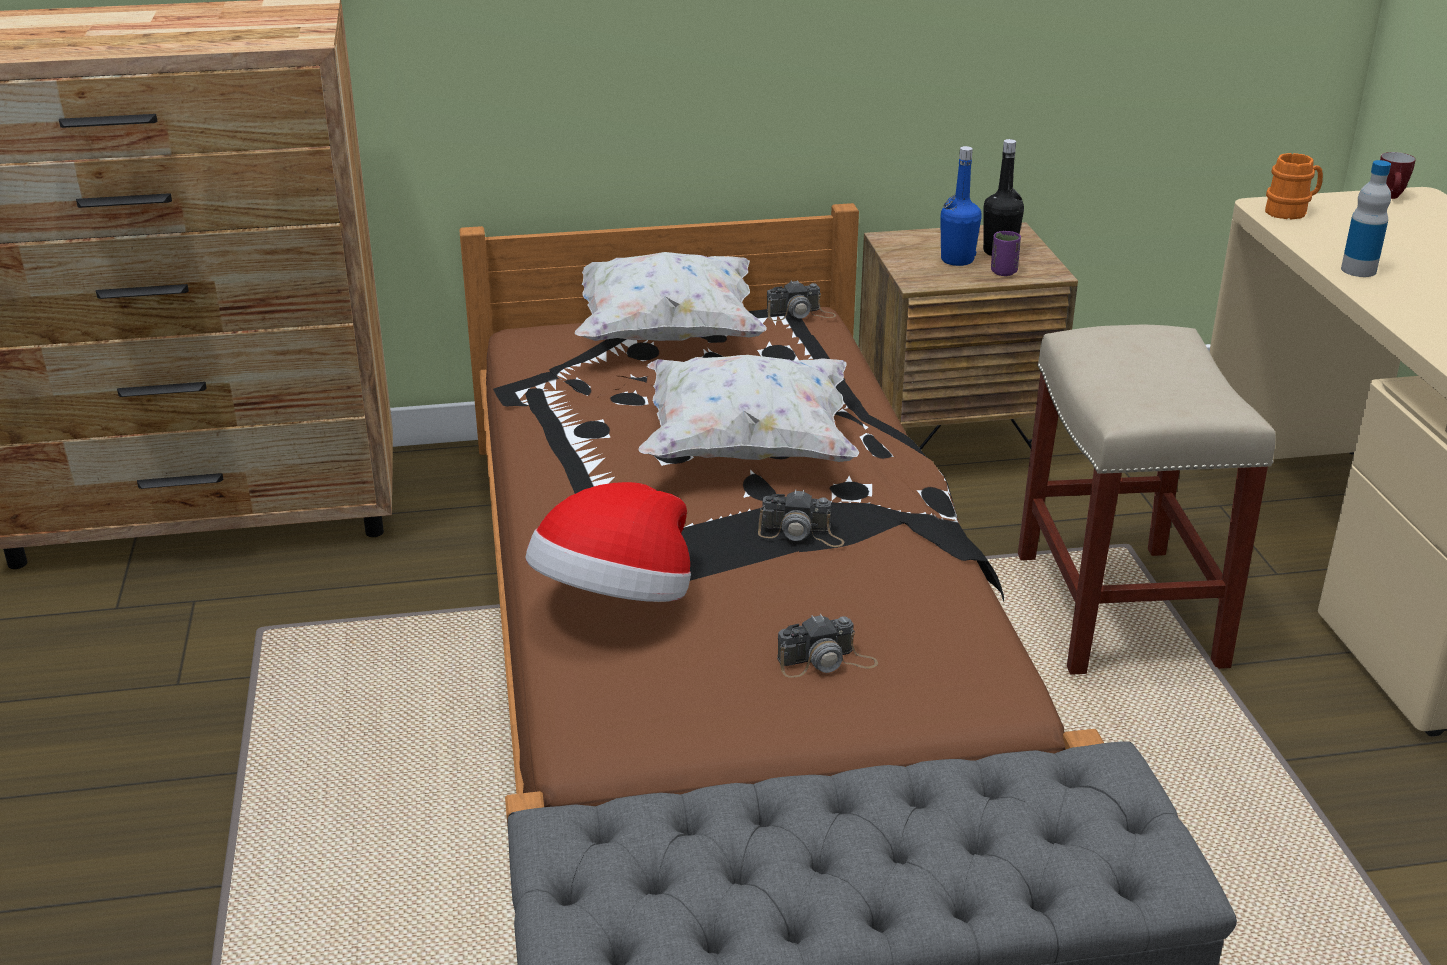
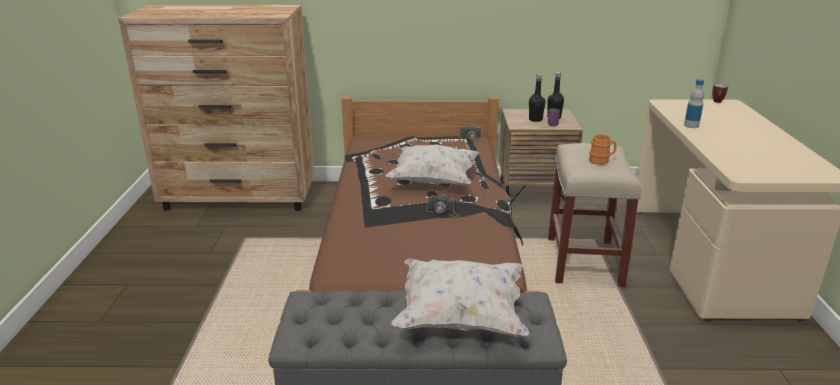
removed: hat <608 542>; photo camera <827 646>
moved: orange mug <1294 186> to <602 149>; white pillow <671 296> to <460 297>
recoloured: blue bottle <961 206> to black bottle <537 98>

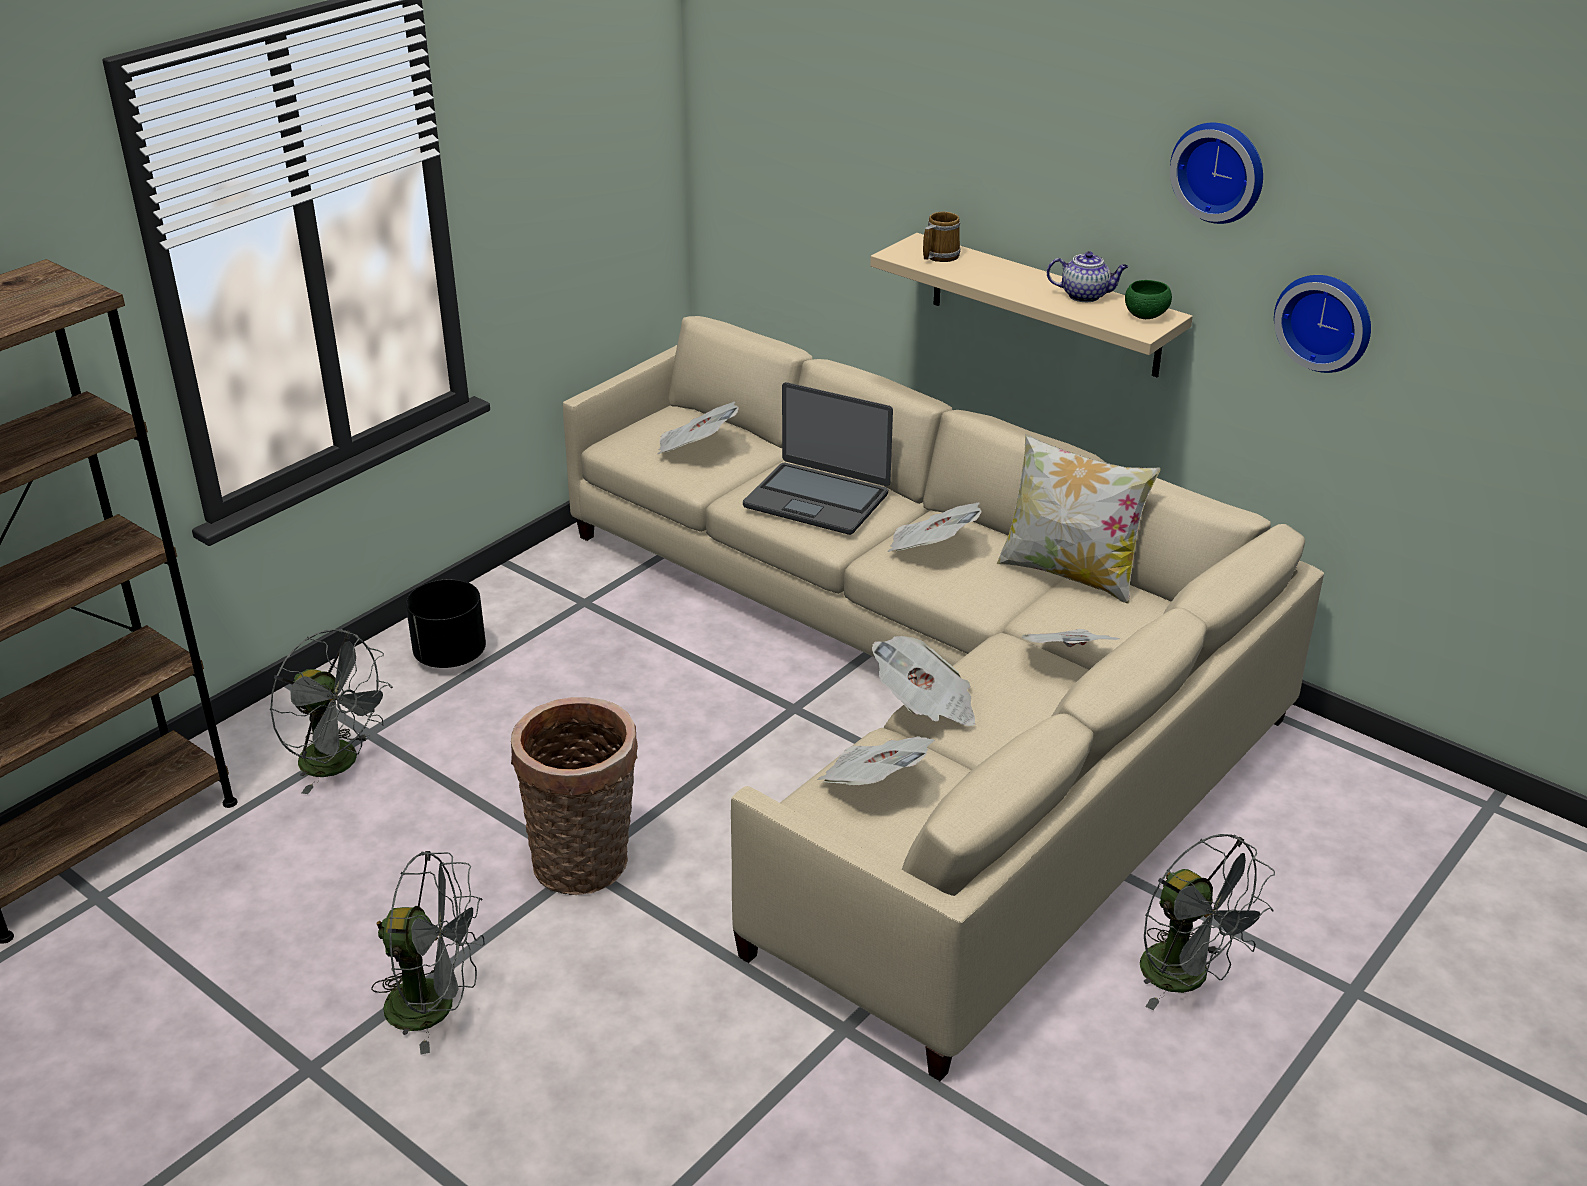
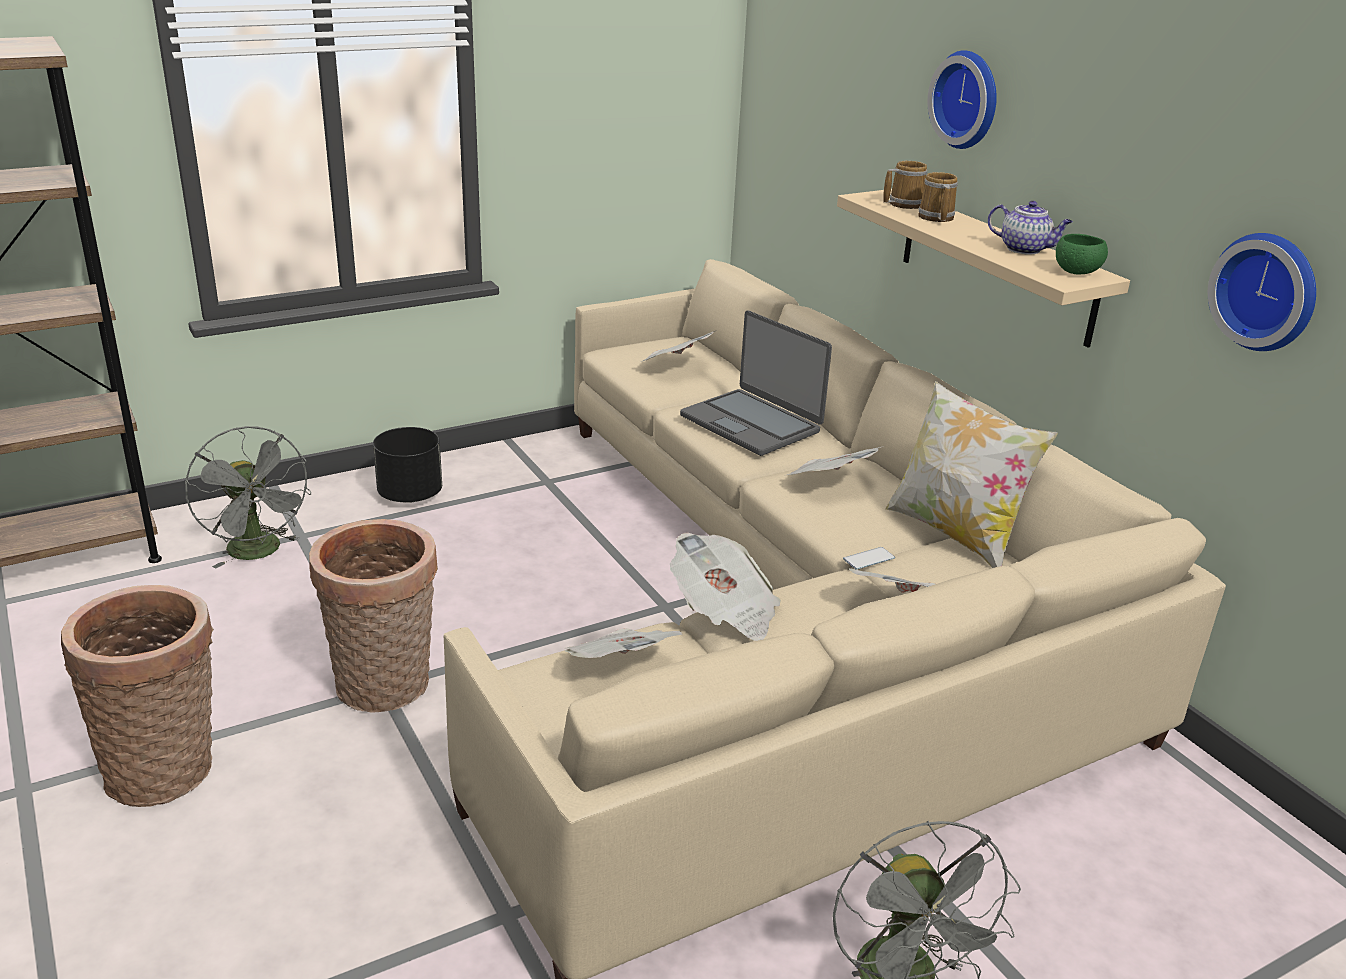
added: mug <938 197>; phone <869 558>
moved: wall clock <1216 173> to <962 99>
replaced: grey fan <428 952> to basket <137 696>

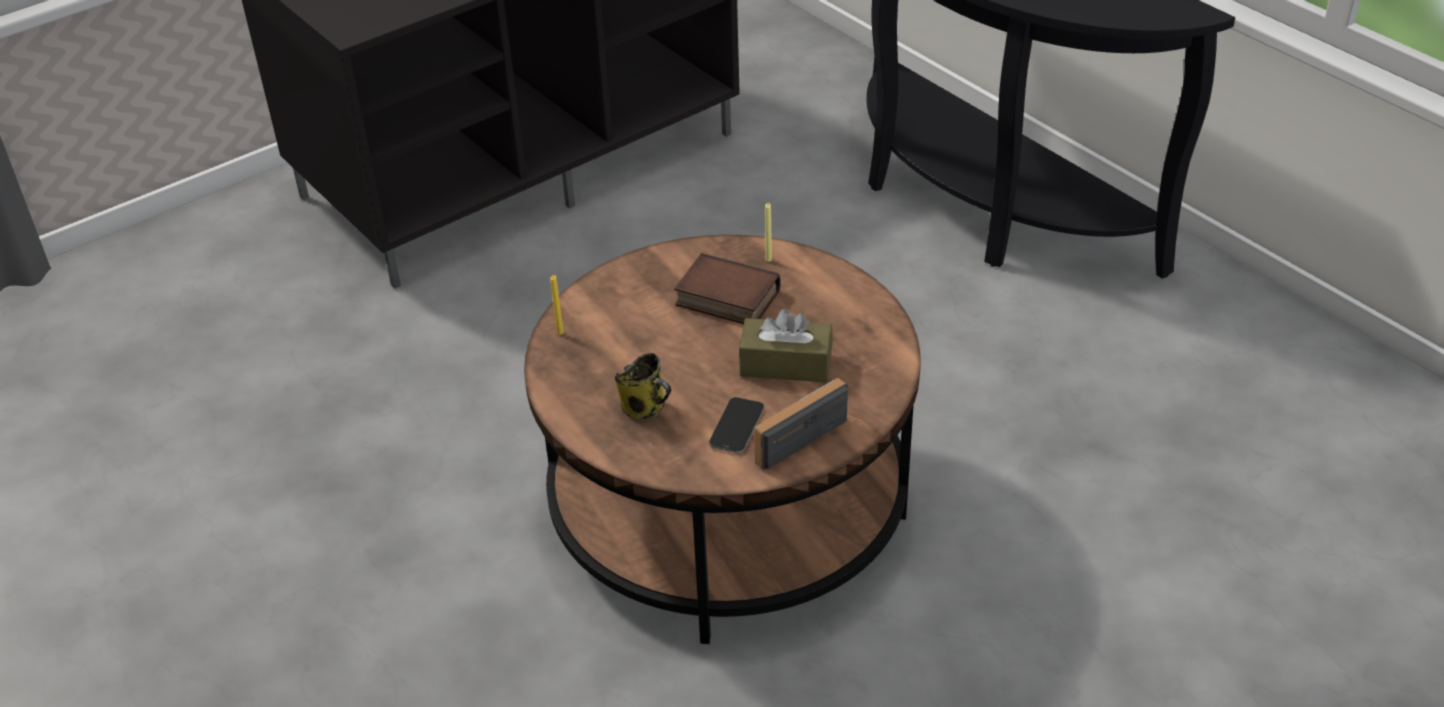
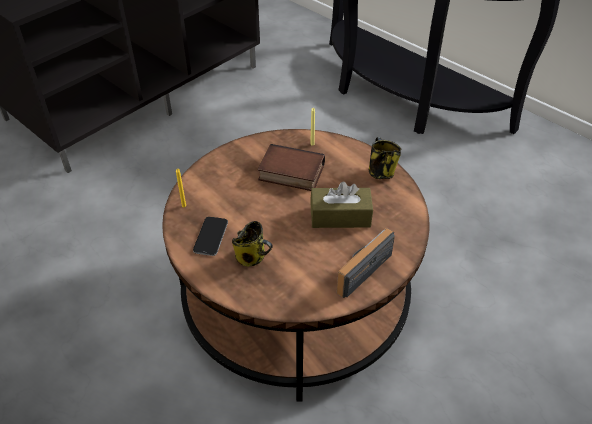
added: mug <385 158>
moved: phone <736 425> to <210 236>

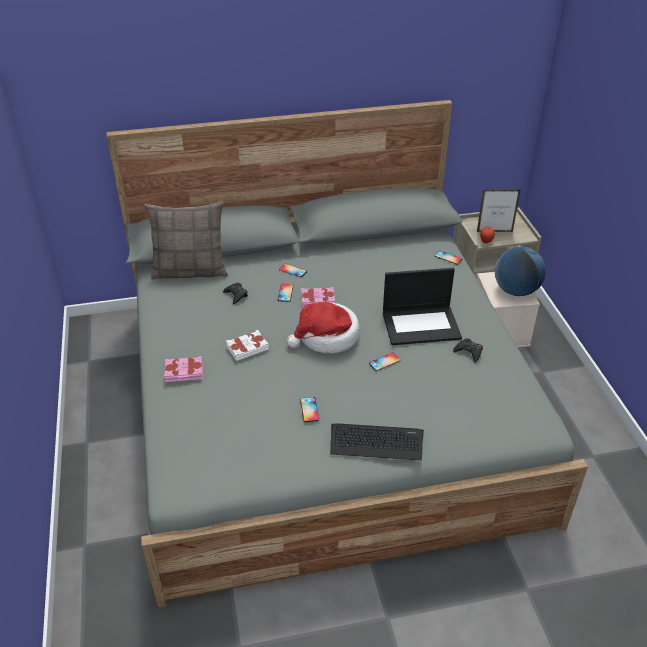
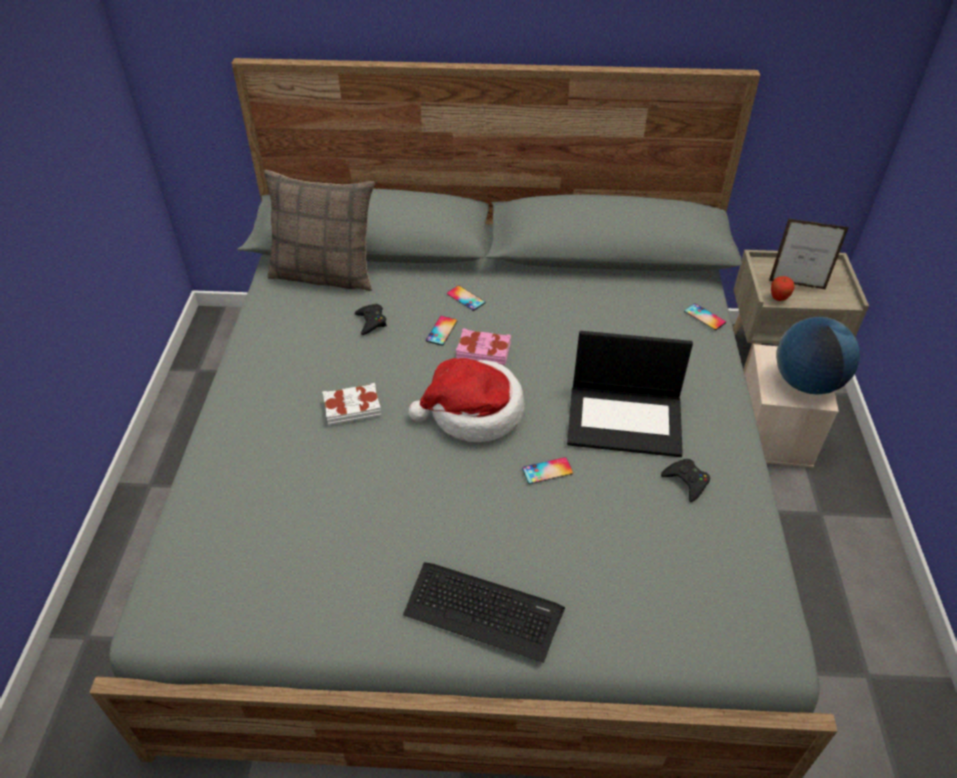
removed: pink book <183 369>; phone <309 409>

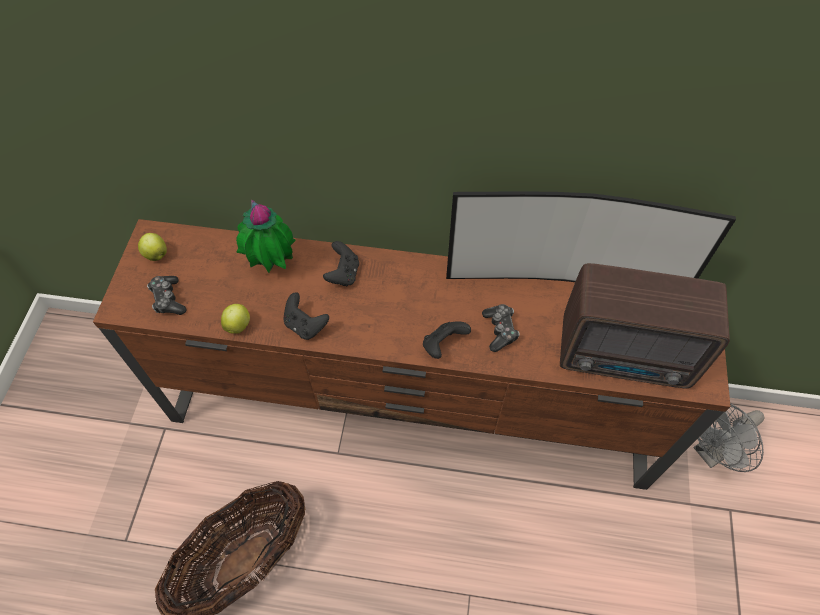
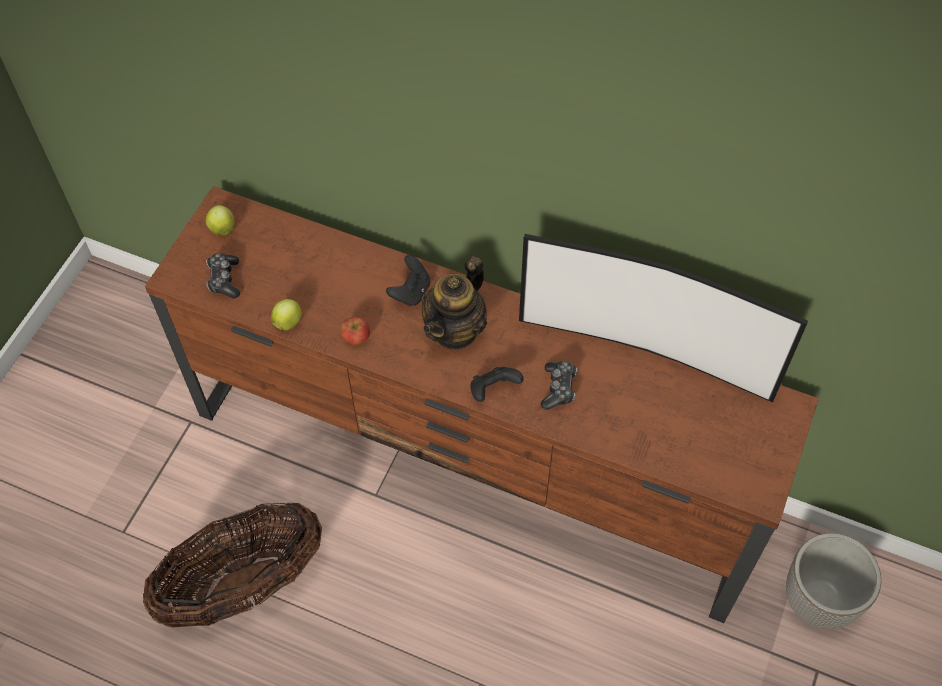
removed: potted plant <266 236>; radio <645 325>
added: teapot <454 303>
replaced: black game controller <306 316> to apple <355 331>; grey fan <729 437> to planter <833 581>

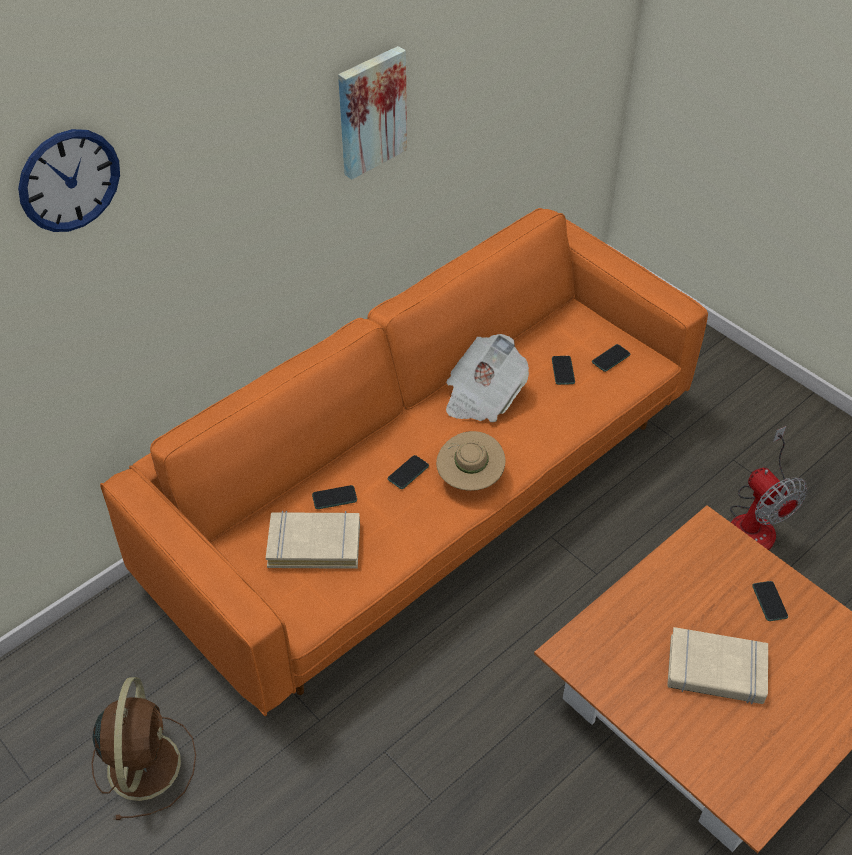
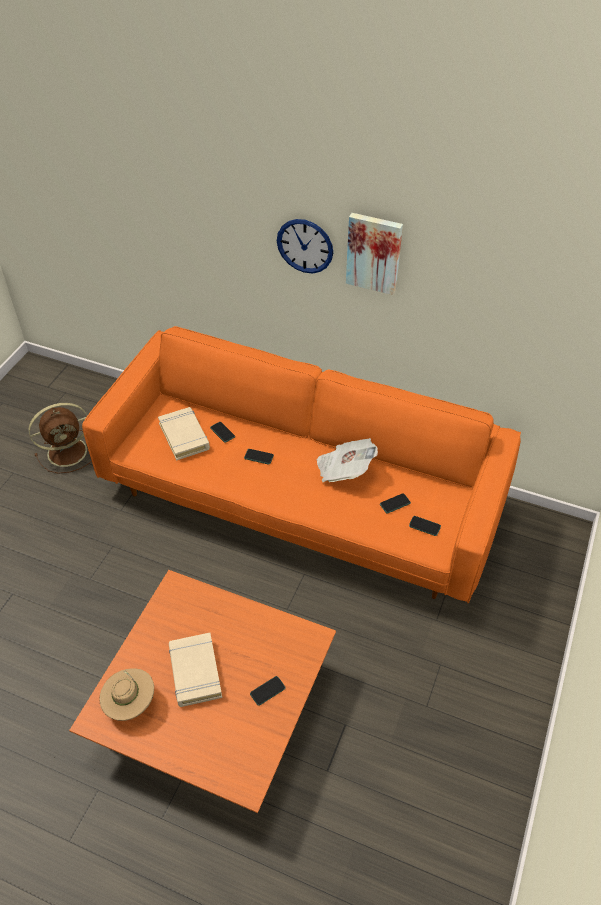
removed: fan <768 488>
moved: wall clock <69 180> to <305 246>; beige hat <470 461> to <126 694>

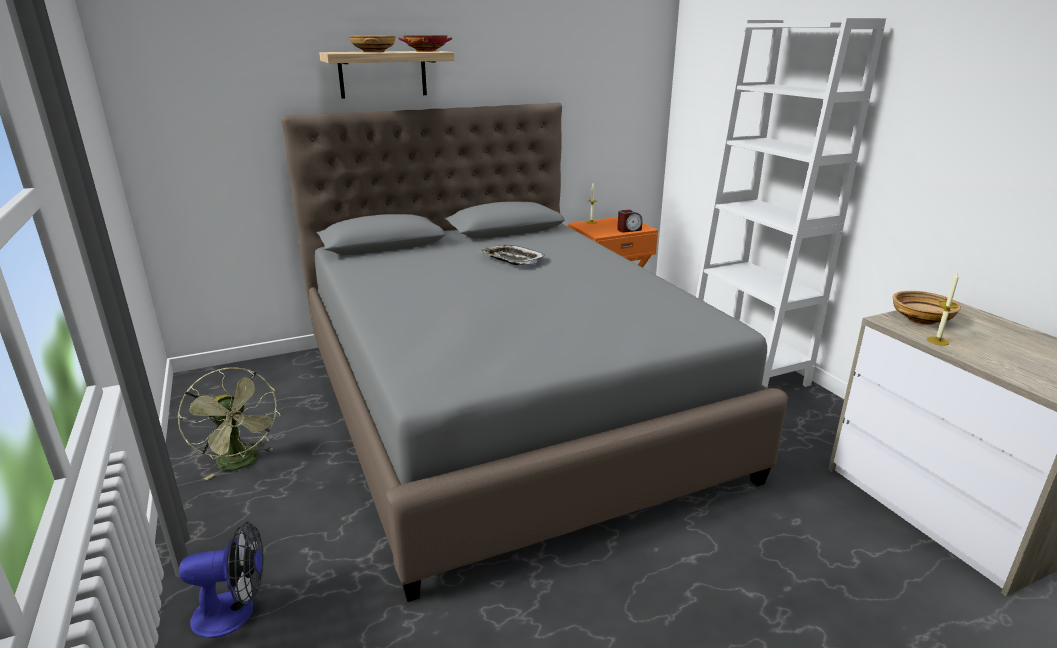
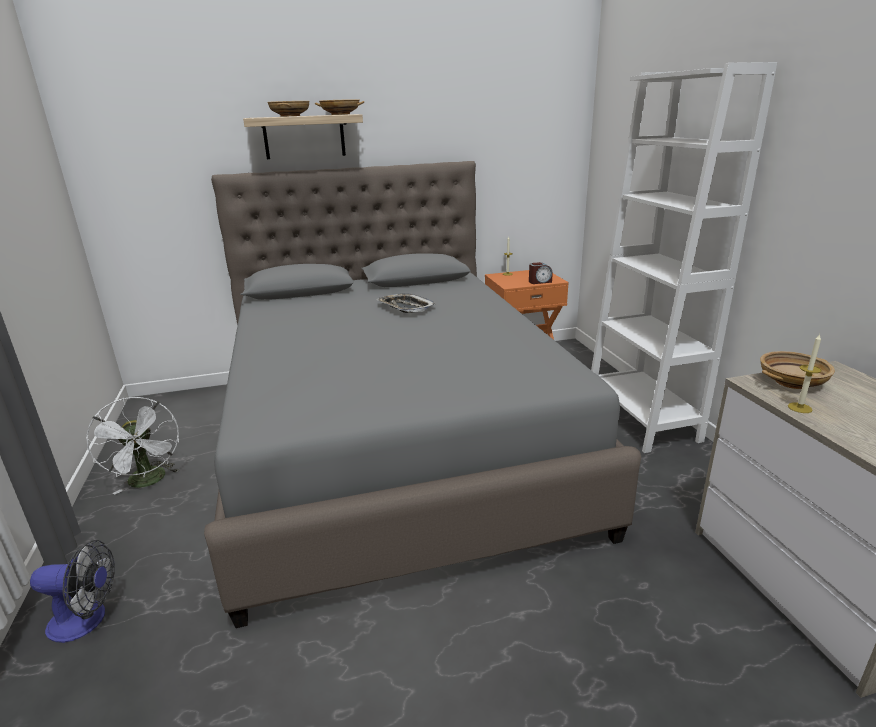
recoloured: red bowl <425 43> to beige bowl <339 107>; green fan <228 423> to white fan <133 446>

